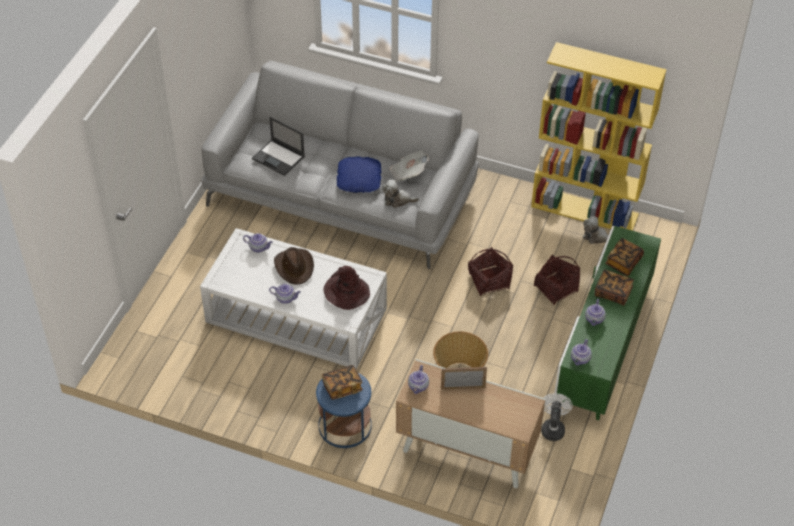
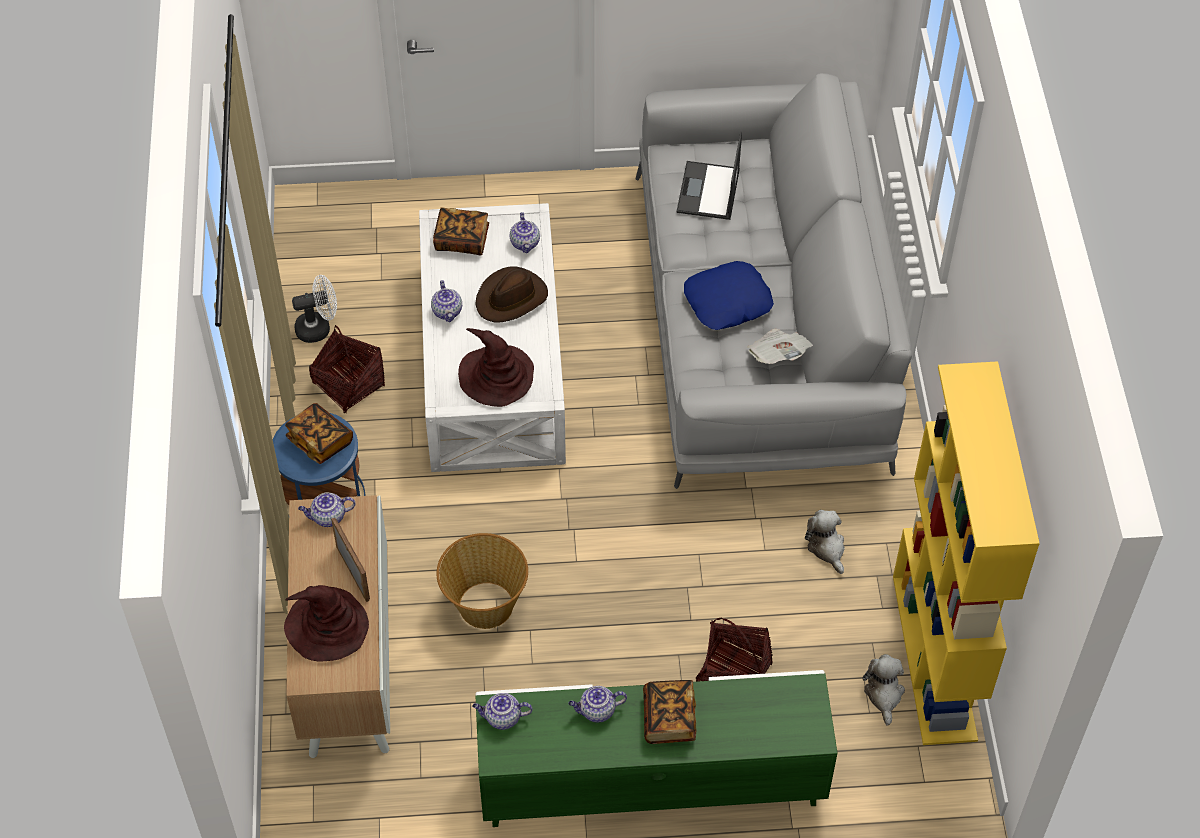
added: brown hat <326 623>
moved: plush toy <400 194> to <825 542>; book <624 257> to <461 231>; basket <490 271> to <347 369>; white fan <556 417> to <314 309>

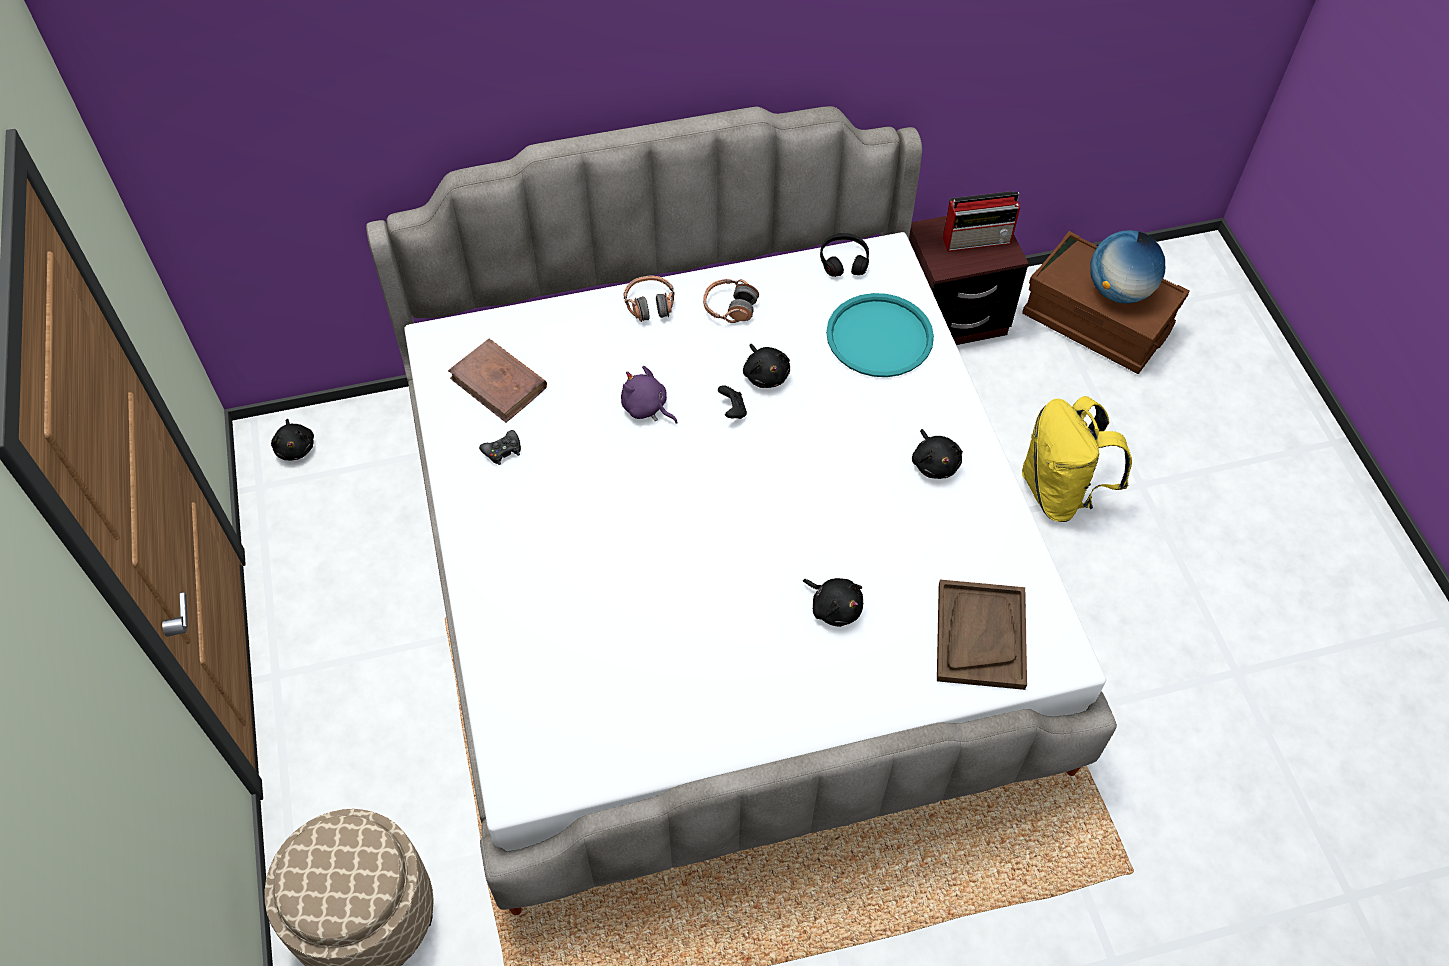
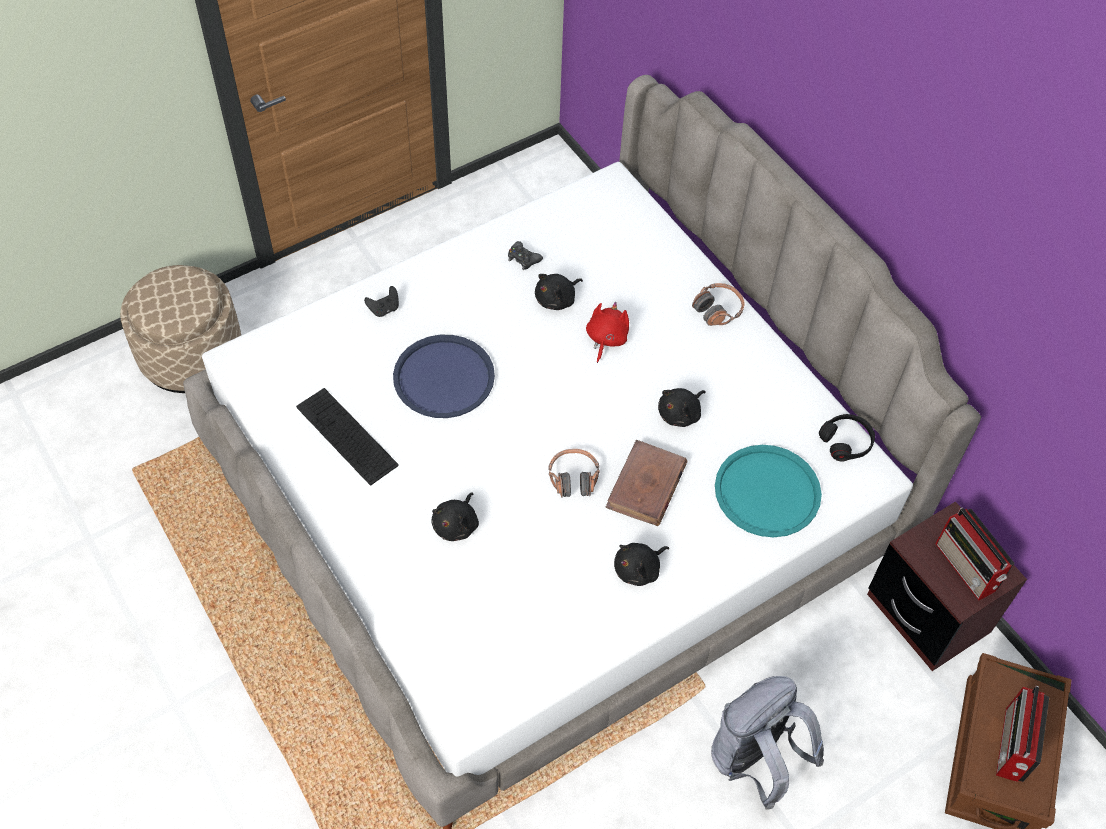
removed: brown tray <982 635>
added: blue tray <444 376>; keyboard <347 436>
moved: headphones <731 301> to <574 473>; brown book <497 380> to <646 483>; black game controller <732 402> to <381 301>; black plush toy <292 439> to <559 292>
replaced: globe <1127 267> to radio <1022 734>
recoloured: purple plush toy <649 395> to red plush toy <607 332>; yellow backpack <1077 459> to grey backpack <767 742>

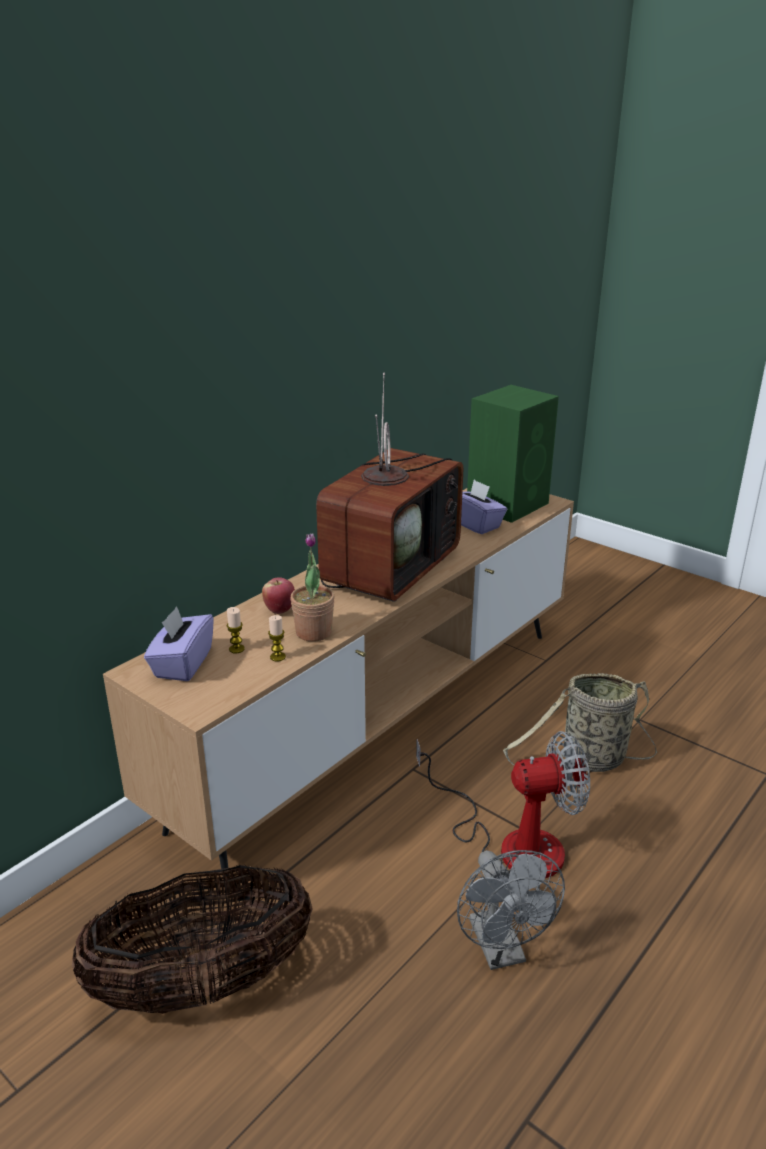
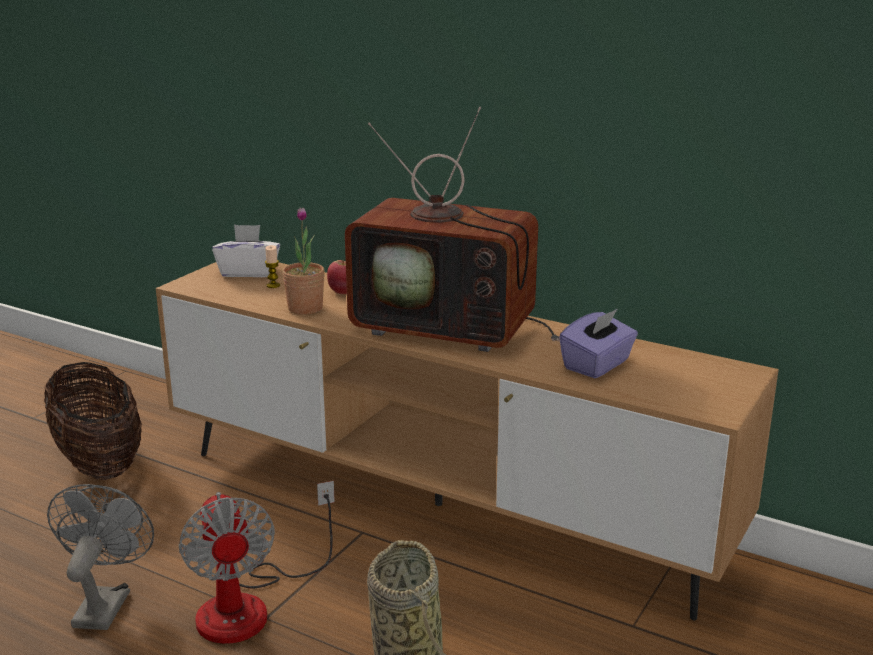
removed: green speaker <513 454>; candle <277 638>
recoloured: purple tissue box <179 643> to white tissue box <246 250>
turned: grey fan <511 910> = <100 557> 120 degrees clockwise

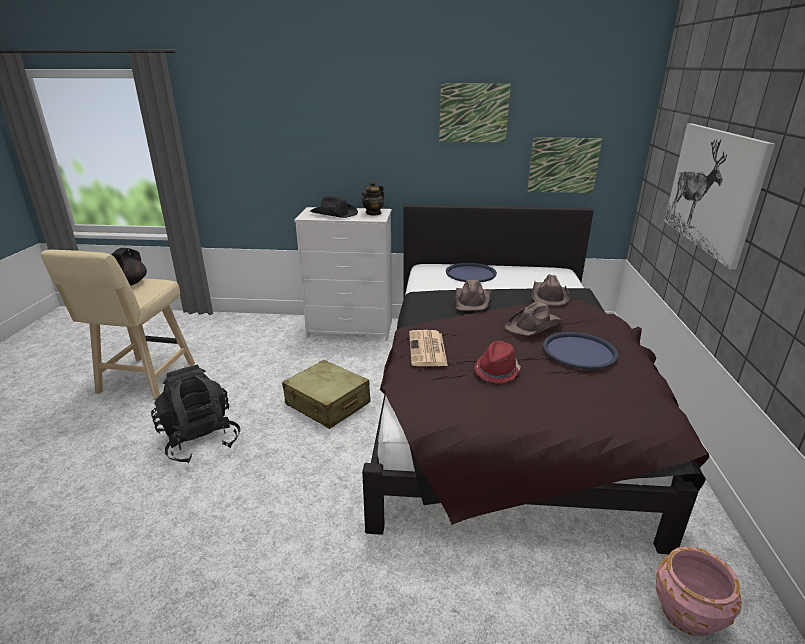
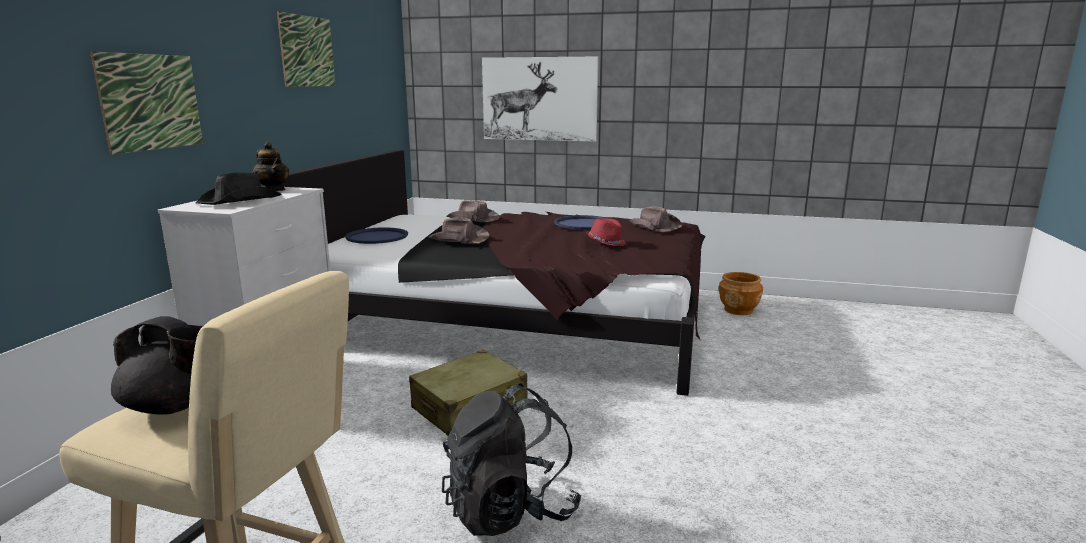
removed: newspaper <428 348>
moved: picture <564 165> to <146 103>; brown hat <534 319> to <655 219>
recoloured: pink planter <699 591> to brown planter <740 293>

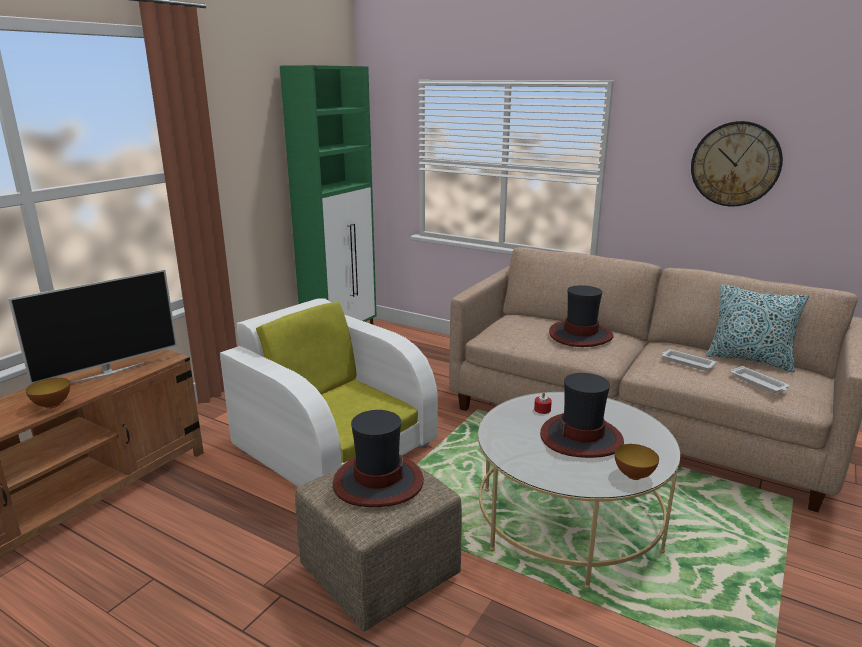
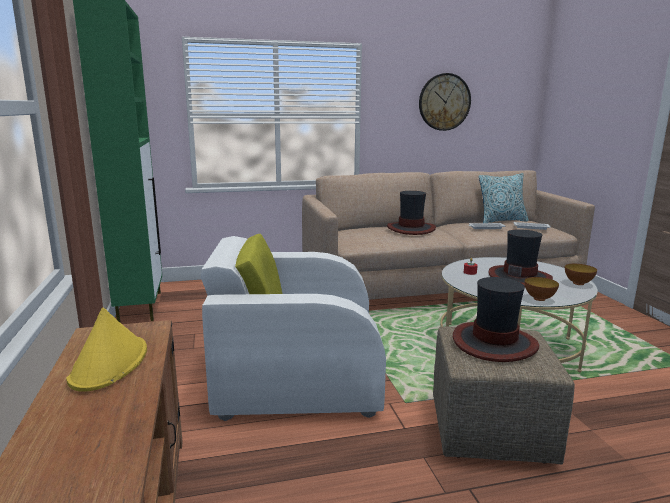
moved: bowl <48 393> to <542 289>
replaced: television <92 326> to yellow hat <106 350>

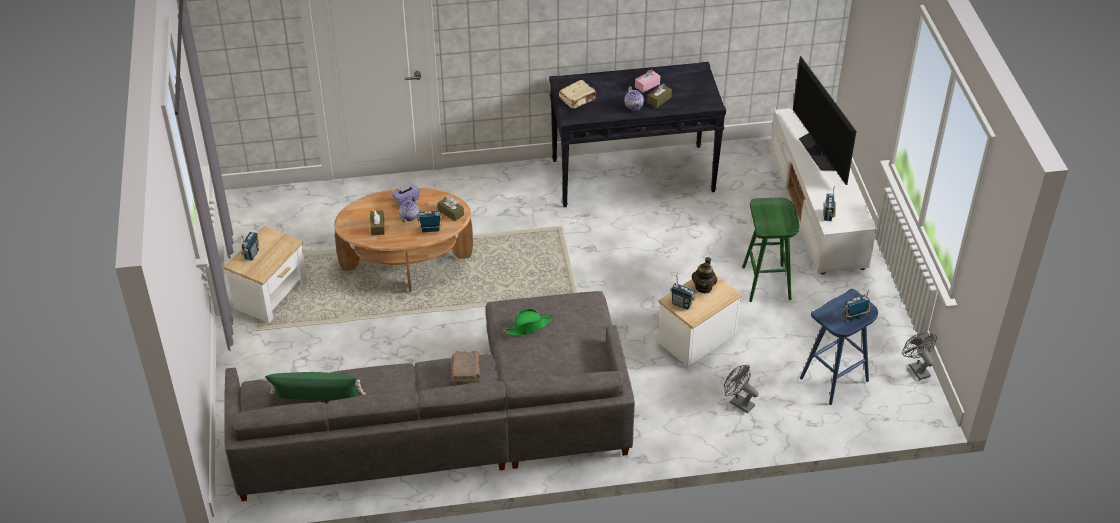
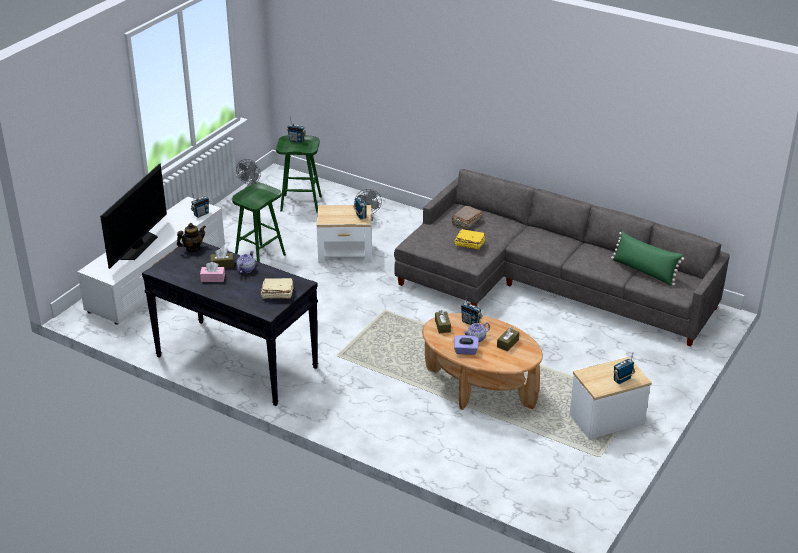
moved: teapot <704 275> to <191 237>; brown book <466 367> to <467 217>
replaced: green hat <528 322> to yellow book <470 239>
recoloured: blue stool <839 347> to green stool <299 174>

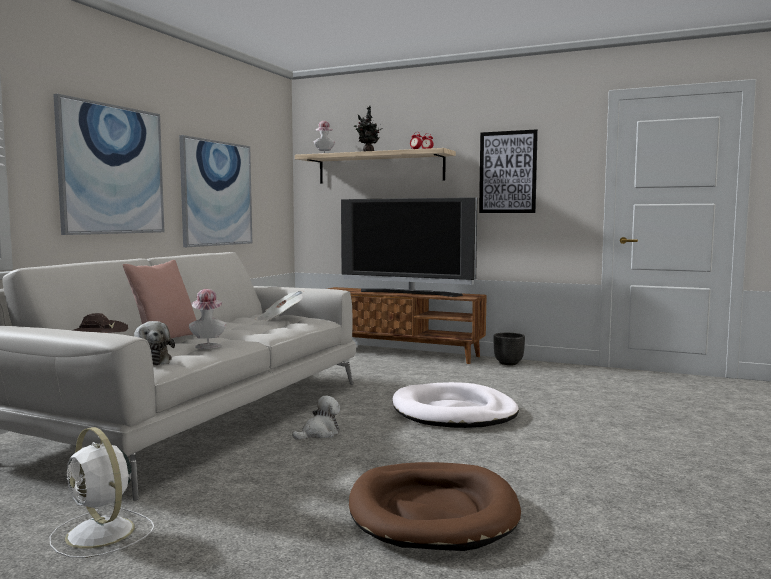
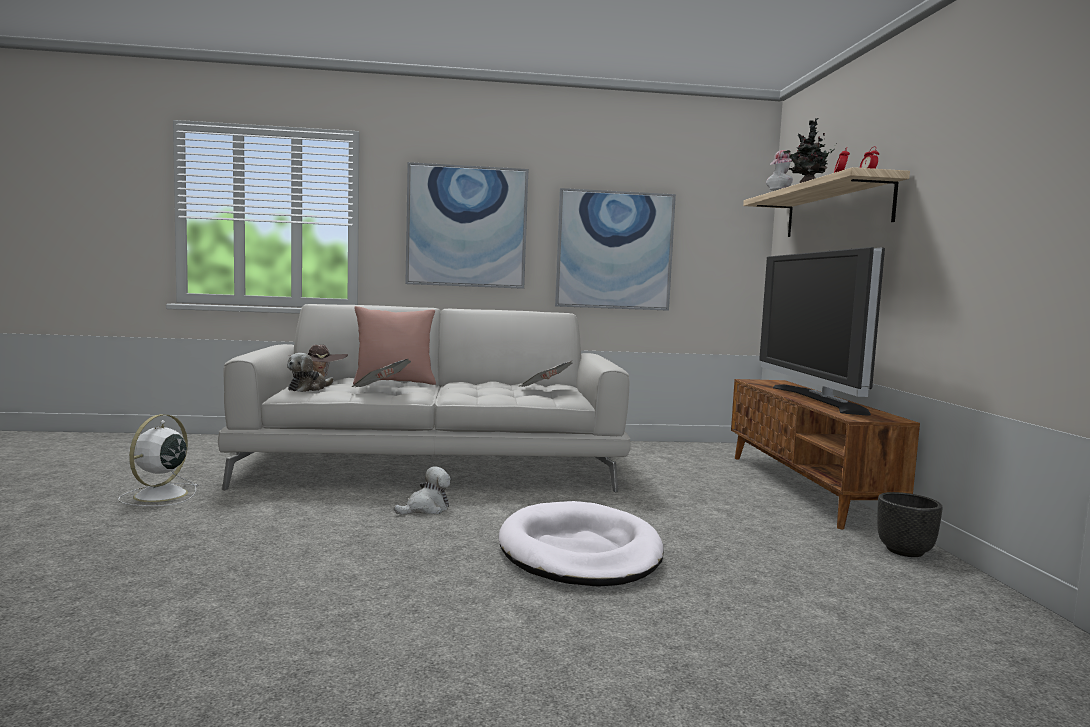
removed: picture <508 171>; brown dog bed <435 506>
replaced: hat <207 319> to newspaper <381 373>
turned: plush toy <316 418> = <422 491> 60 degrees counterclockwise

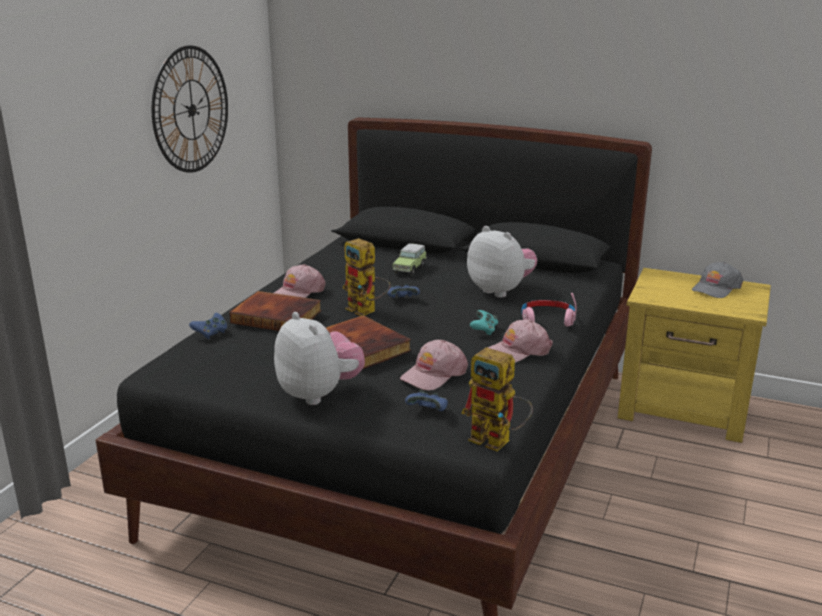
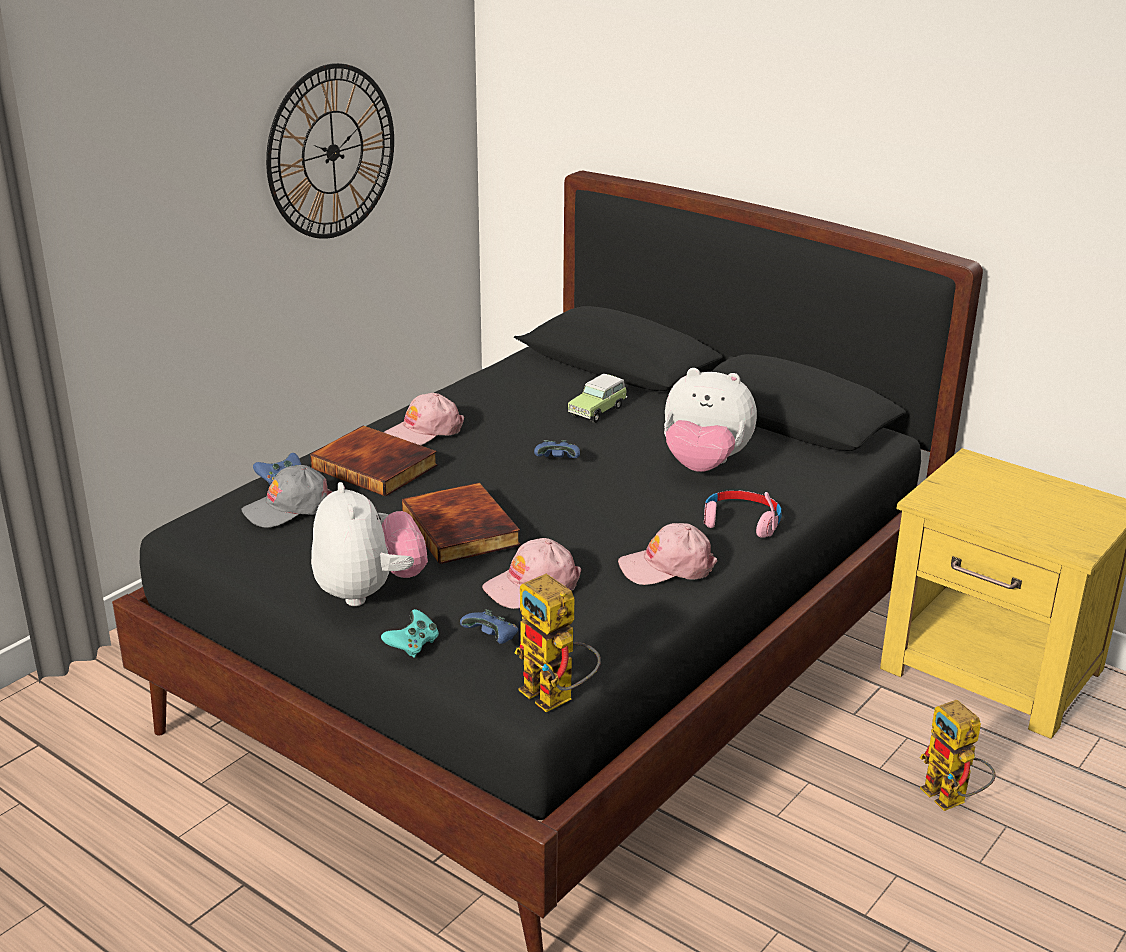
moved: toy robot <366 277> to <957 755>; grey cap <717 280> to <287 496>; turquoise game controller <484 322> to <410 633>
turned: plush toy <502 262> = <710 420> 135 degrees clockwise

